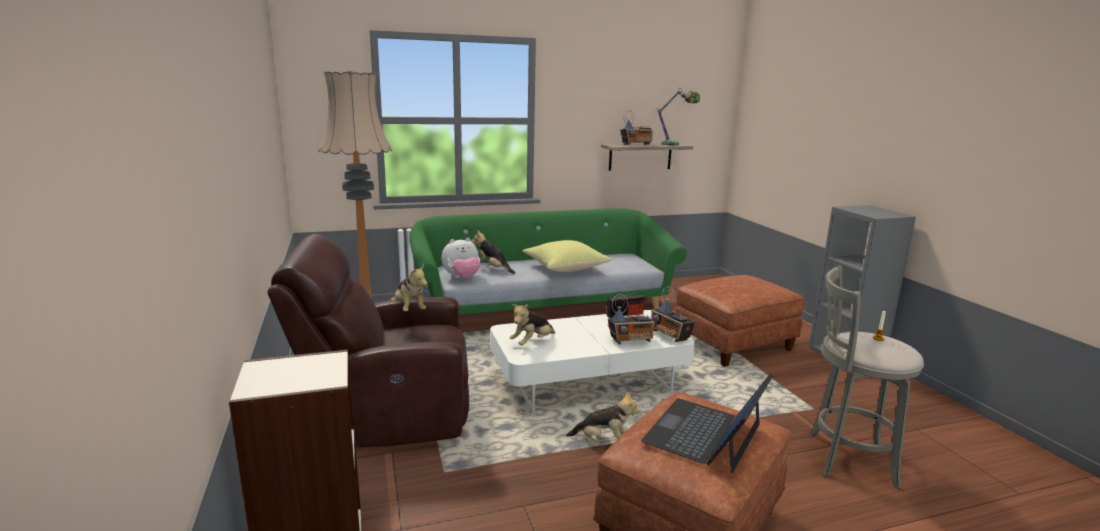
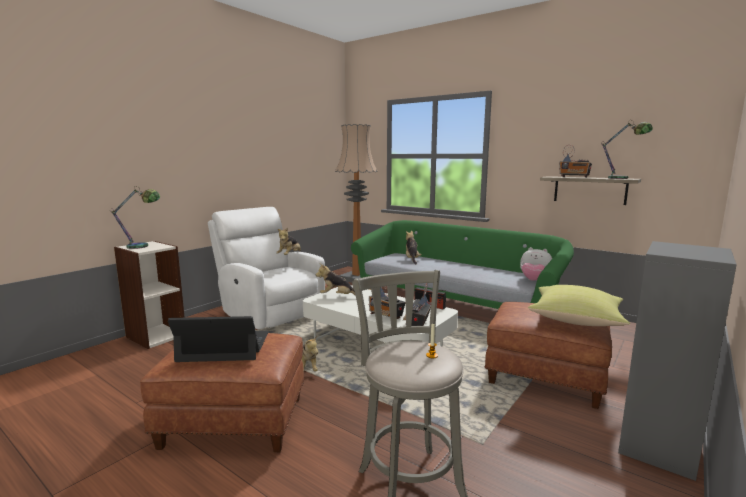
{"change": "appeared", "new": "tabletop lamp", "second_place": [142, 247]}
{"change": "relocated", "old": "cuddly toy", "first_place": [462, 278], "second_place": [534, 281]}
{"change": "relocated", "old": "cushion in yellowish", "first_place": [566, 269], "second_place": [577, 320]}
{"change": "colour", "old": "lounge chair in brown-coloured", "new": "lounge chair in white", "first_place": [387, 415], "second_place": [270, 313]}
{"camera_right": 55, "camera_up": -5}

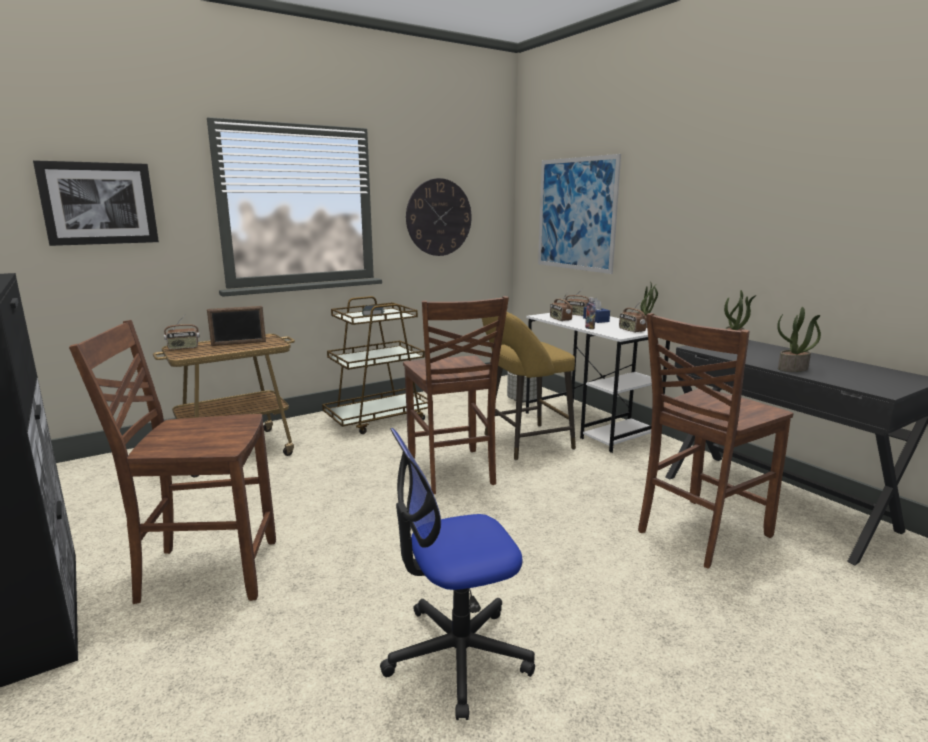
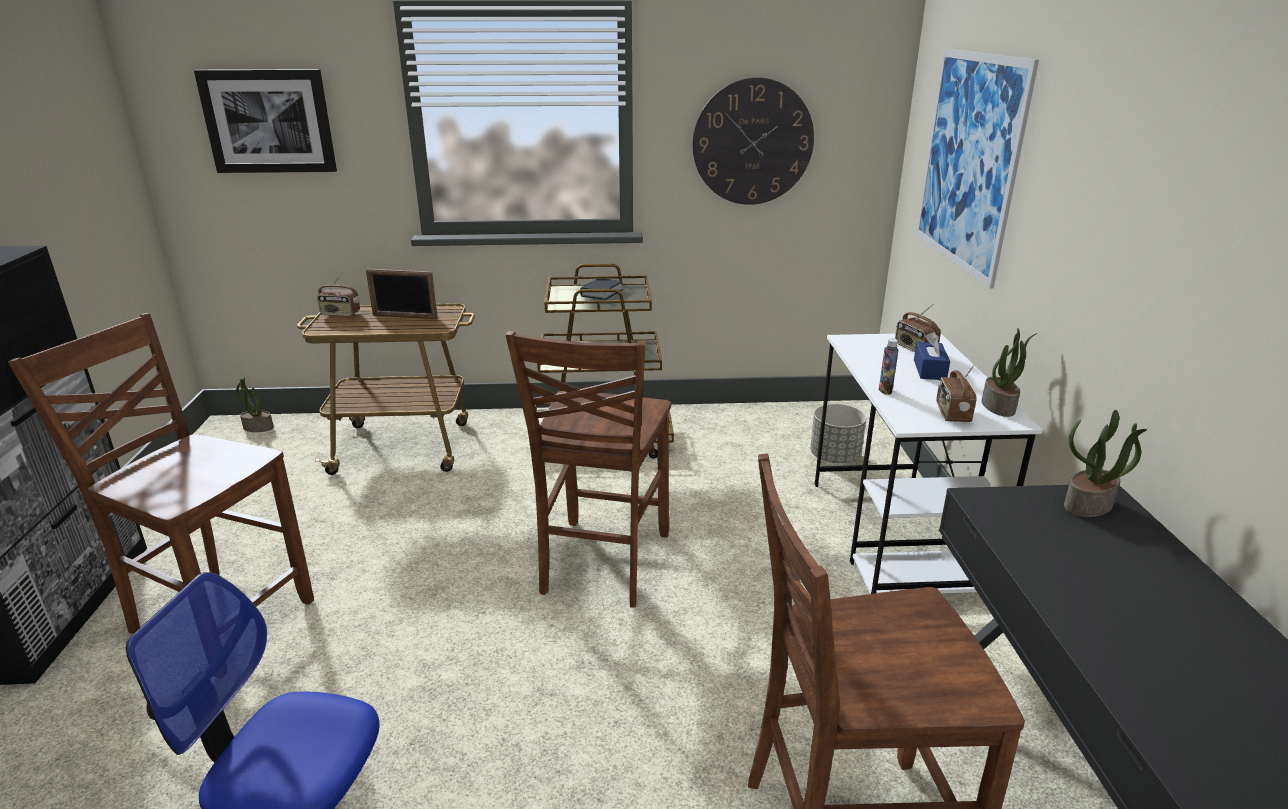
{"change": "missing", "old": "stool in yellowish", "first_place": [523, 443]}
{"change": "missing", "old": "radio", "first_place": [560, 319]}
{"change": "relocated", "old": "plant in a pot", "first_place": [793, 368], "second_place": [257, 428]}
{"camera_right": 30, "camera_up": 10}

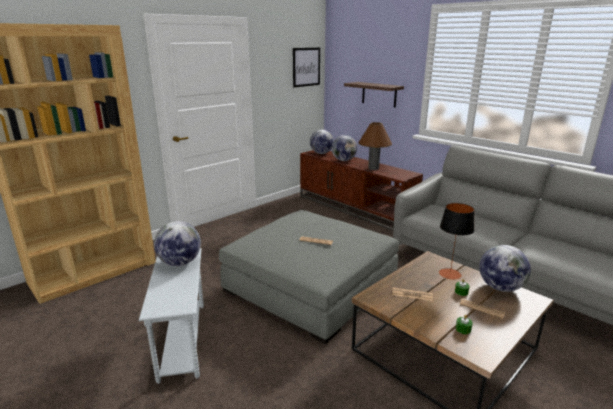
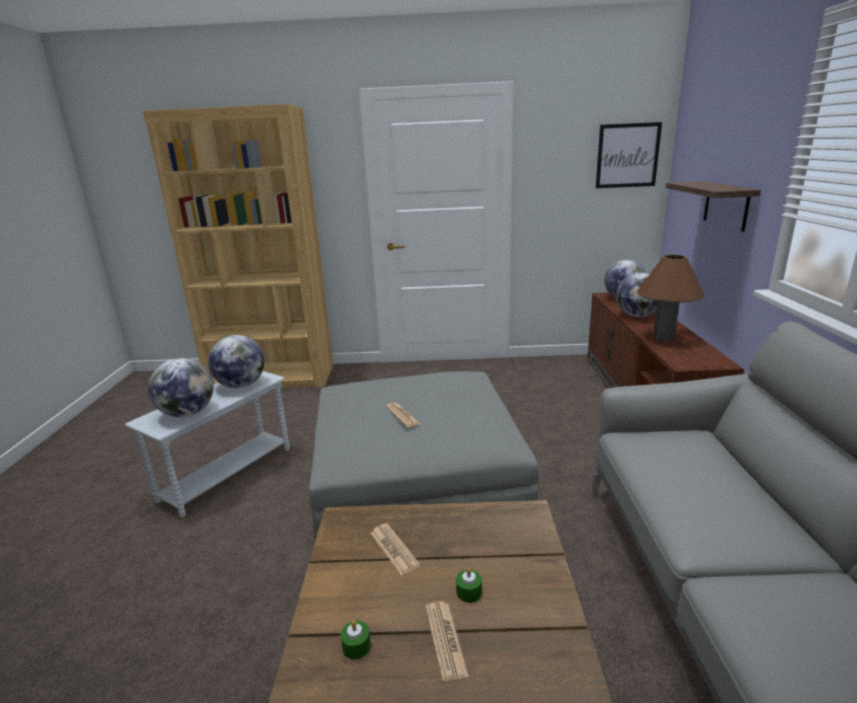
{"change": "missing", "old": "tabletop lamp", "first_place": [450, 274]}
{"change": "relocated", "old": "world globe", "first_place": [500, 287], "second_place": [187, 413]}
{"camera_right": 45, "camera_up": 0}

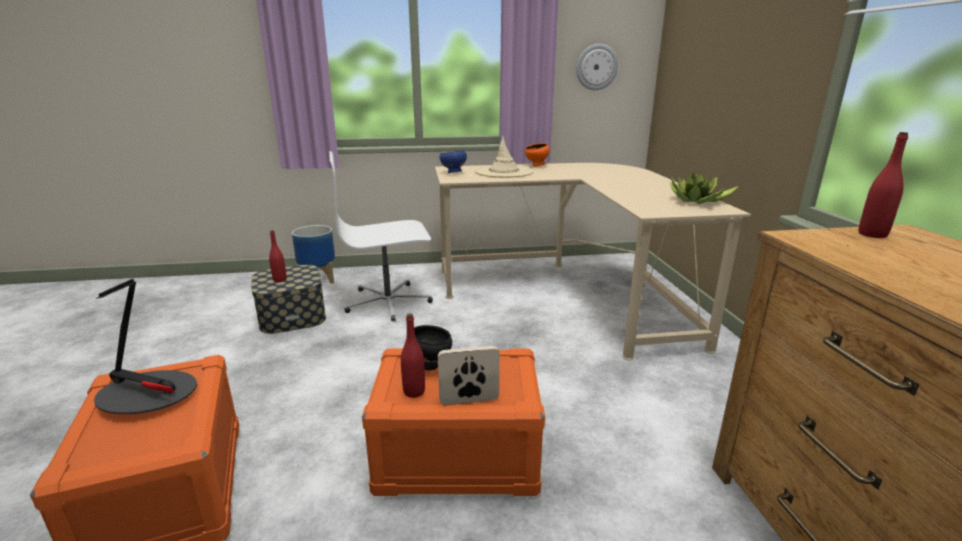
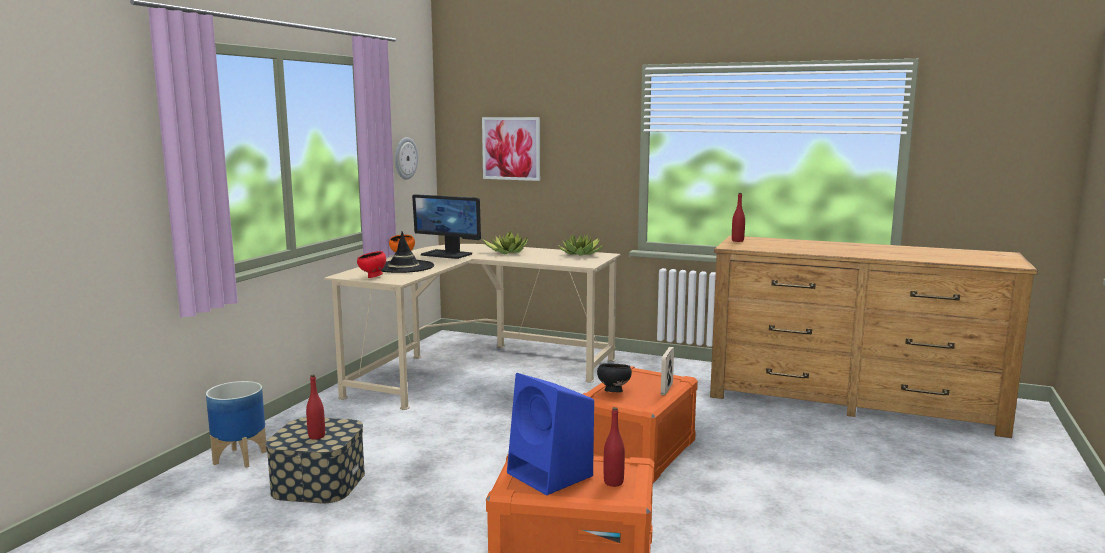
{"change": "missing", "old": "office chair in white", "first_place": [388, 302]}
{"change": "appeared", "new": "computer screen", "second_place": [447, 254]}
{"change": "appeared", "new": "wall picture", "second_place": [511, 148]}
{"change": "appeared", "new": "plant in a pot", "second_place": [508, 252]}
{"change": "relocated", "old": "bottle in reddish", "first_place": [414, 392], "second_place": [613, 482]}
{"change": "exchanged", "old": "tabletop lamp", "new": "loudspeaker in blue", "first_place": [148, 395], "second_place": [552, 475]}
{"change": "colour", "old": "serving bowl in blue", "new": "serving bowl in reddish", "first_place": [453, 173], "second_place": [372, 277]}
{"change": "colour", "old": "hat in sand-coloured", "new": "hat in blackish", "first_place": [504, 172], "second_place": [404, 267]}
{"camera_right": -60, "camera_up": -10}

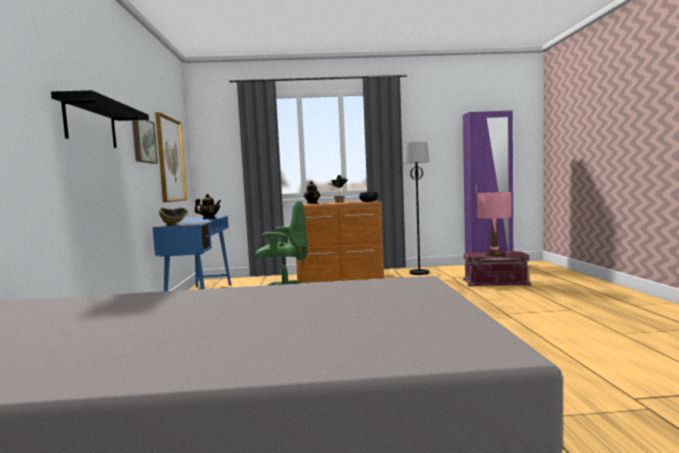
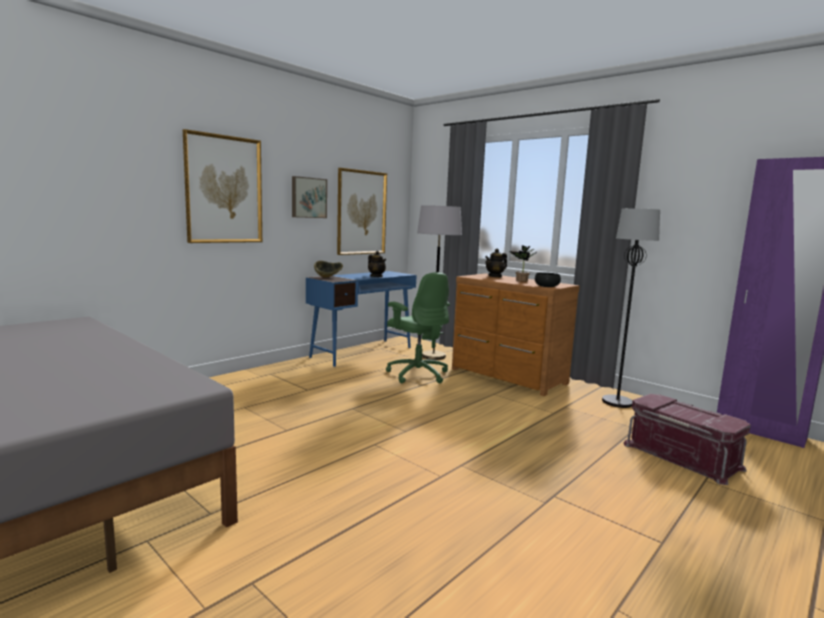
{"change": "missing", "old": "tabletop lamp in pinkish", "first_place": [494, 253]}
{"change": "appeared", "new": "standard lamp in greyish", "second_place": [433, 356]}
{"change": "exchanged", "old": "wall shelf in blackish", "new": "wall picture", "first_place": [91, 124], "second_place": [224, 189]}
{"camera_right": 45, "camera_up": 5}

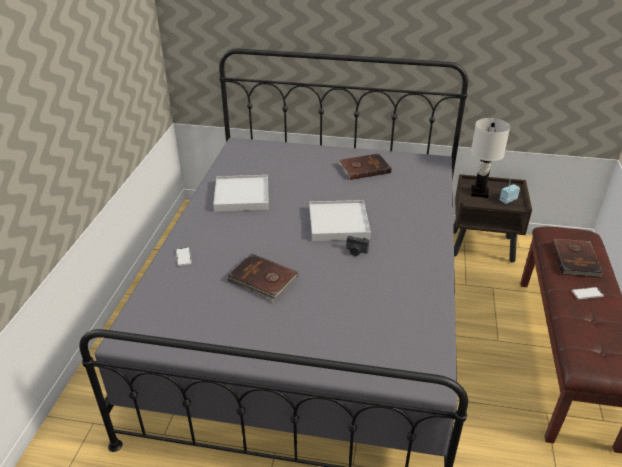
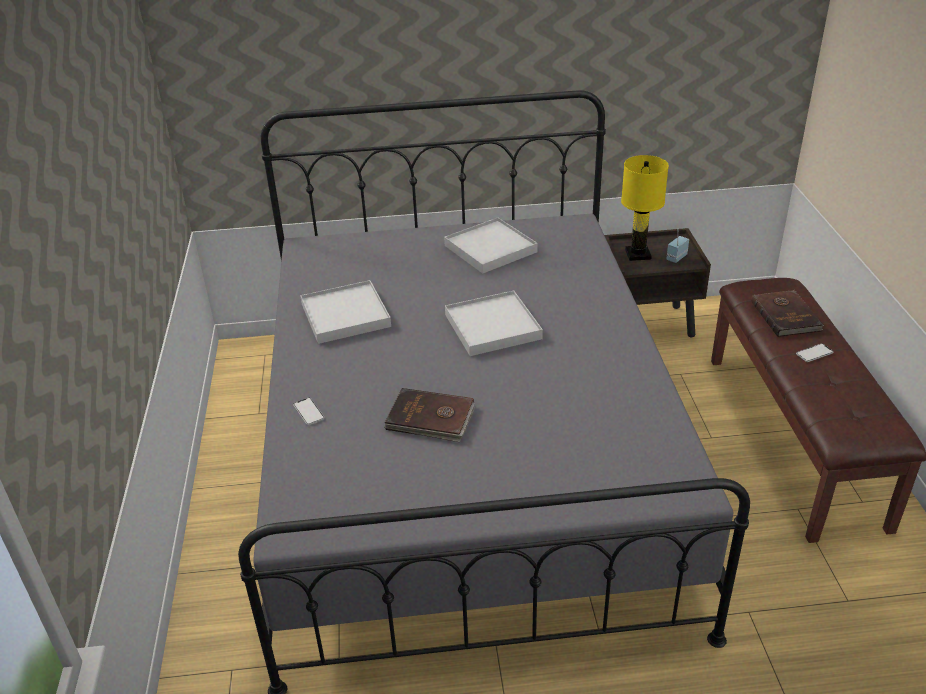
{"change": "missing", "old": "photo camera", "first_place": [356, 252]}
{"change": "exchanged", "old": "volume in brown-coloured", "new": "carrying tray in white", "first_place": [363, 168], "second_place": [490, 249]}
{"change": "colour", "old": "tabletop lamp in white", "new": "tabletop lamp in yellowish", "first_place": [479, 192], "second_place": [638, 254]}
{"camera_right": -15, "camera_up": 0}

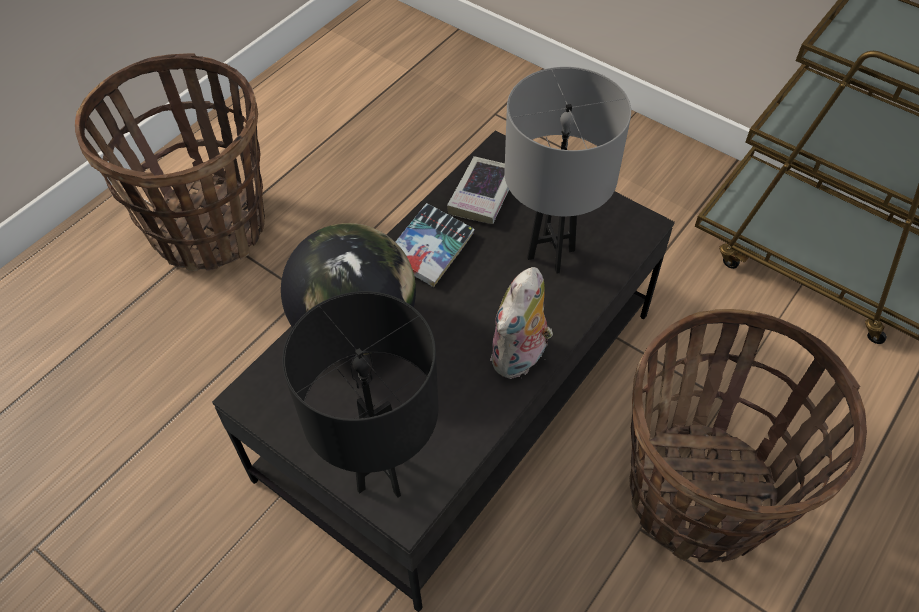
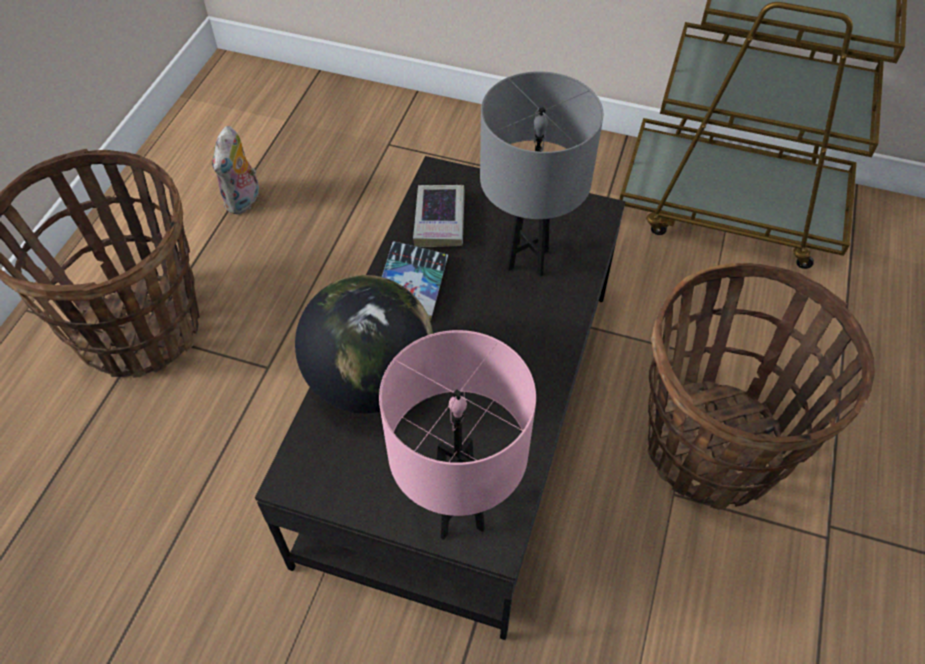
{"change": "relocated", "old": "cuddly toy", "first_place": [520, 358], "second_place": [244, 201]}
{"change": "colour", "old": "tabletop lamp in blackish", "new": "tabletop lamp in pinkish", "first_place": [382, 474], "second_place": [458, 514]}
{"camera_right": -20, "camera_up": 0}

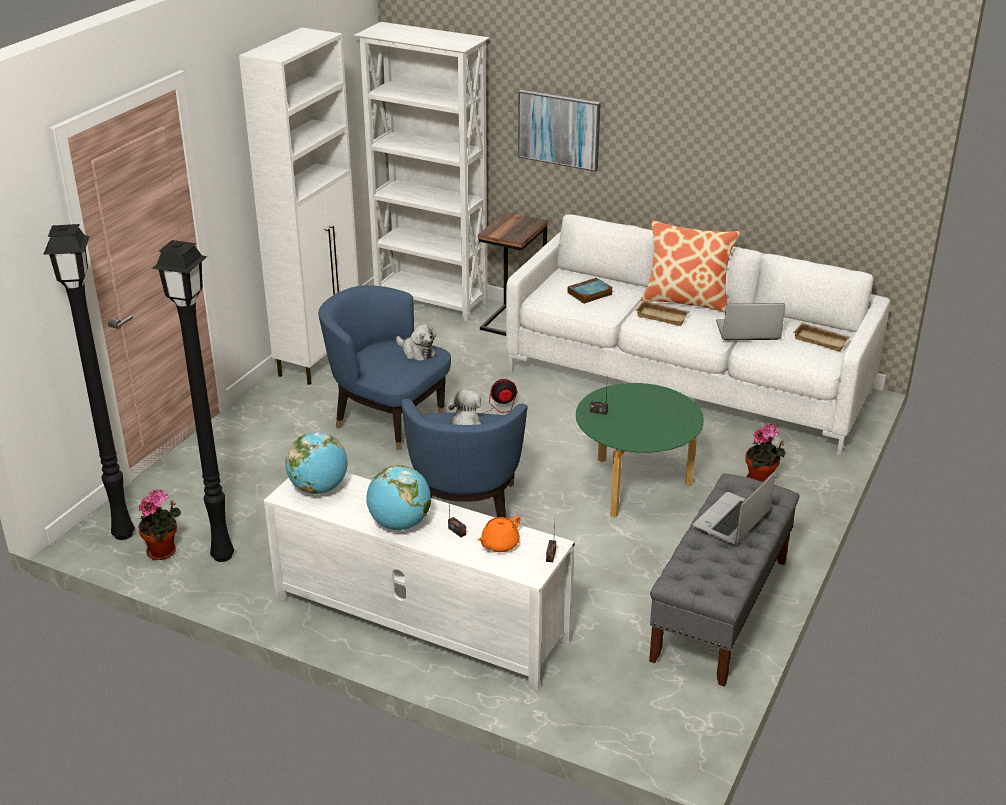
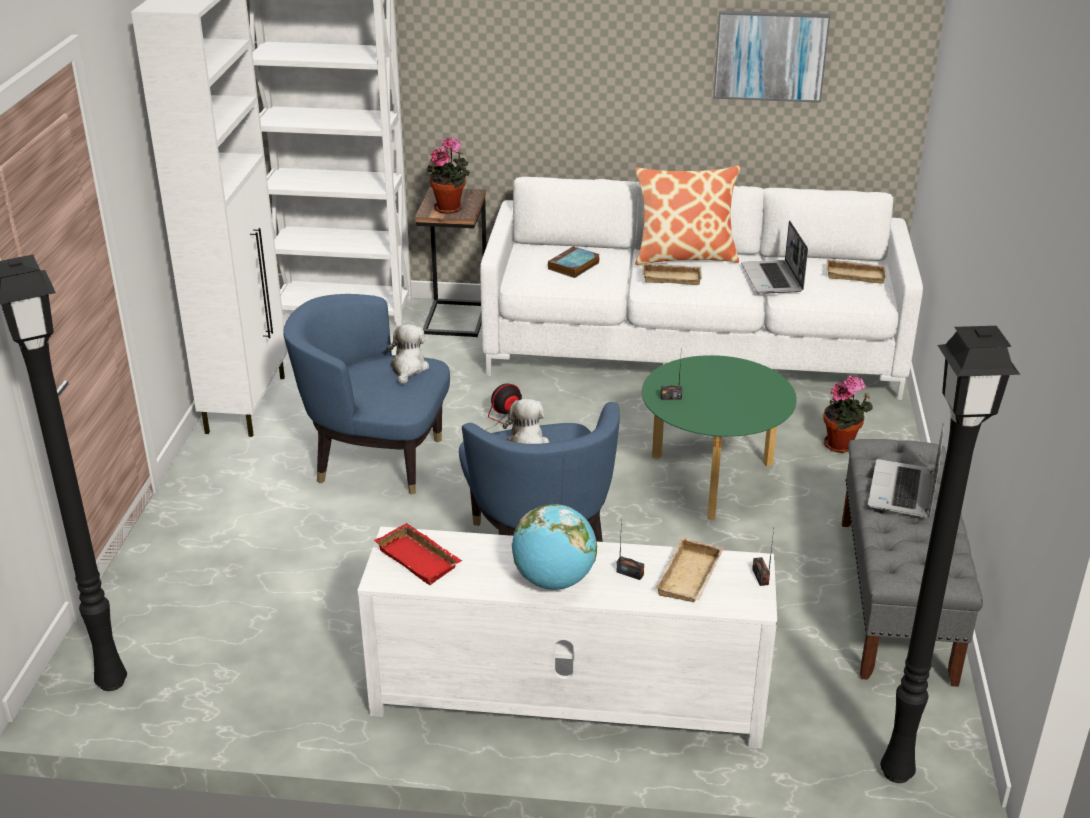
{"change": "relocated", "old": "plant in a pot", "first_place": [164, 551], "second_place": [450, 208]}
{"change": "relocated", "old": "standard lamp in blackish", "first_place": [223, 557], "second_place": [899, 774]}
{"change": "relocated", "old": "wall picture", "first_place": [559, 129], "second_place": [770, 56]}
{"change": "exchanged", "old": "world globe", "new": "carrying tray in reddish", "first_place": [319, 488], "second_place": [420, 559]}
{"change": "exchanged", "old": "pot for tea in orangey", "new": "carrying tray in sand-coloured", "first_place": [499, 544], "second_place": [691, 578]}
{"change": "spun", "old": "cuddly toy", "first_place": [416, 352], "second_place": [408, 368], "degrees": -105}
{"change": "spun", "old": "laptop", "first_place": [747, 332], "second_place": [773, 279], "degrees": -75}
{"camera_right": -20, "camera_up": 0}

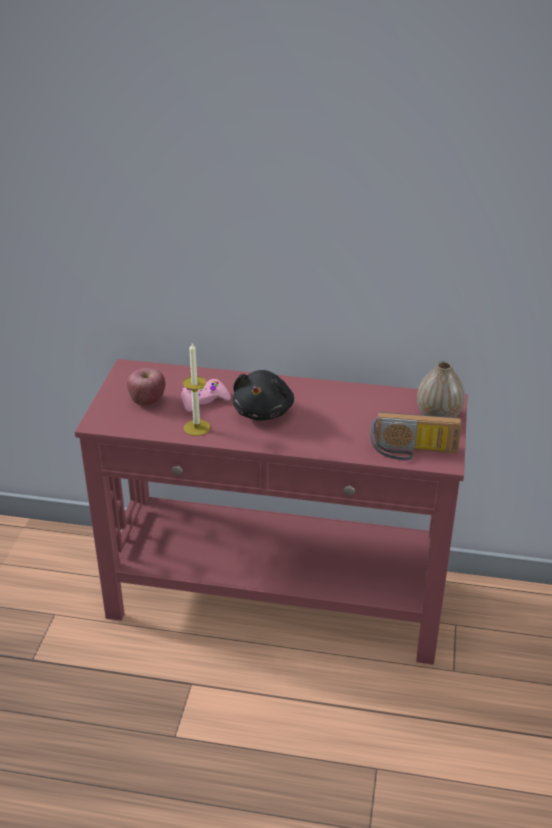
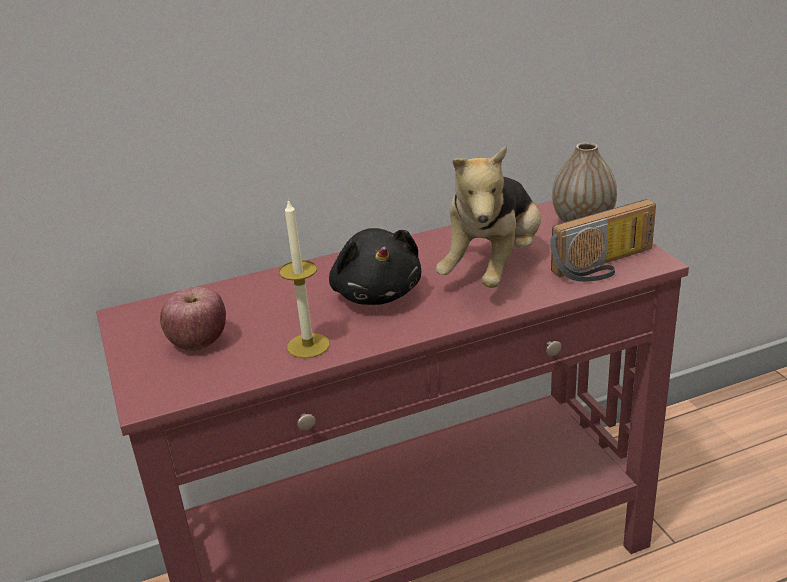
{"change": "missing", "old": "gamepad in pinkish", "first_place": [204, 400]}
{"change": "appeared", "new": "cuddly toy", "second_place": [493, 268]}
{"camera_right": -30, "camera_up": -5}

